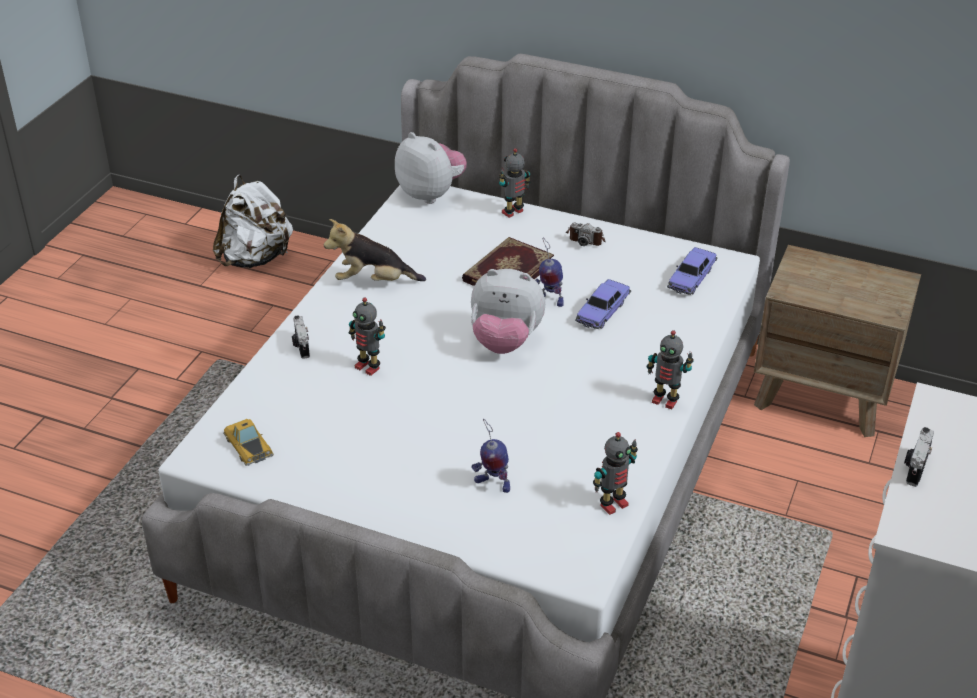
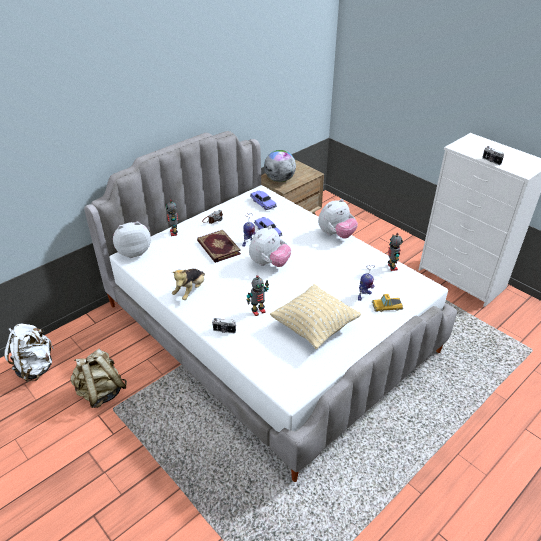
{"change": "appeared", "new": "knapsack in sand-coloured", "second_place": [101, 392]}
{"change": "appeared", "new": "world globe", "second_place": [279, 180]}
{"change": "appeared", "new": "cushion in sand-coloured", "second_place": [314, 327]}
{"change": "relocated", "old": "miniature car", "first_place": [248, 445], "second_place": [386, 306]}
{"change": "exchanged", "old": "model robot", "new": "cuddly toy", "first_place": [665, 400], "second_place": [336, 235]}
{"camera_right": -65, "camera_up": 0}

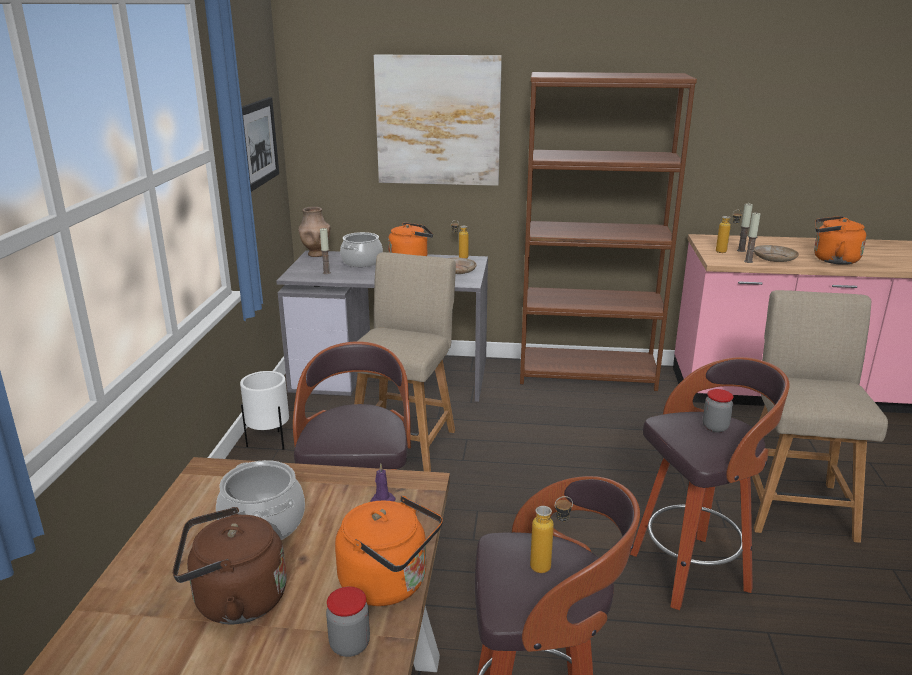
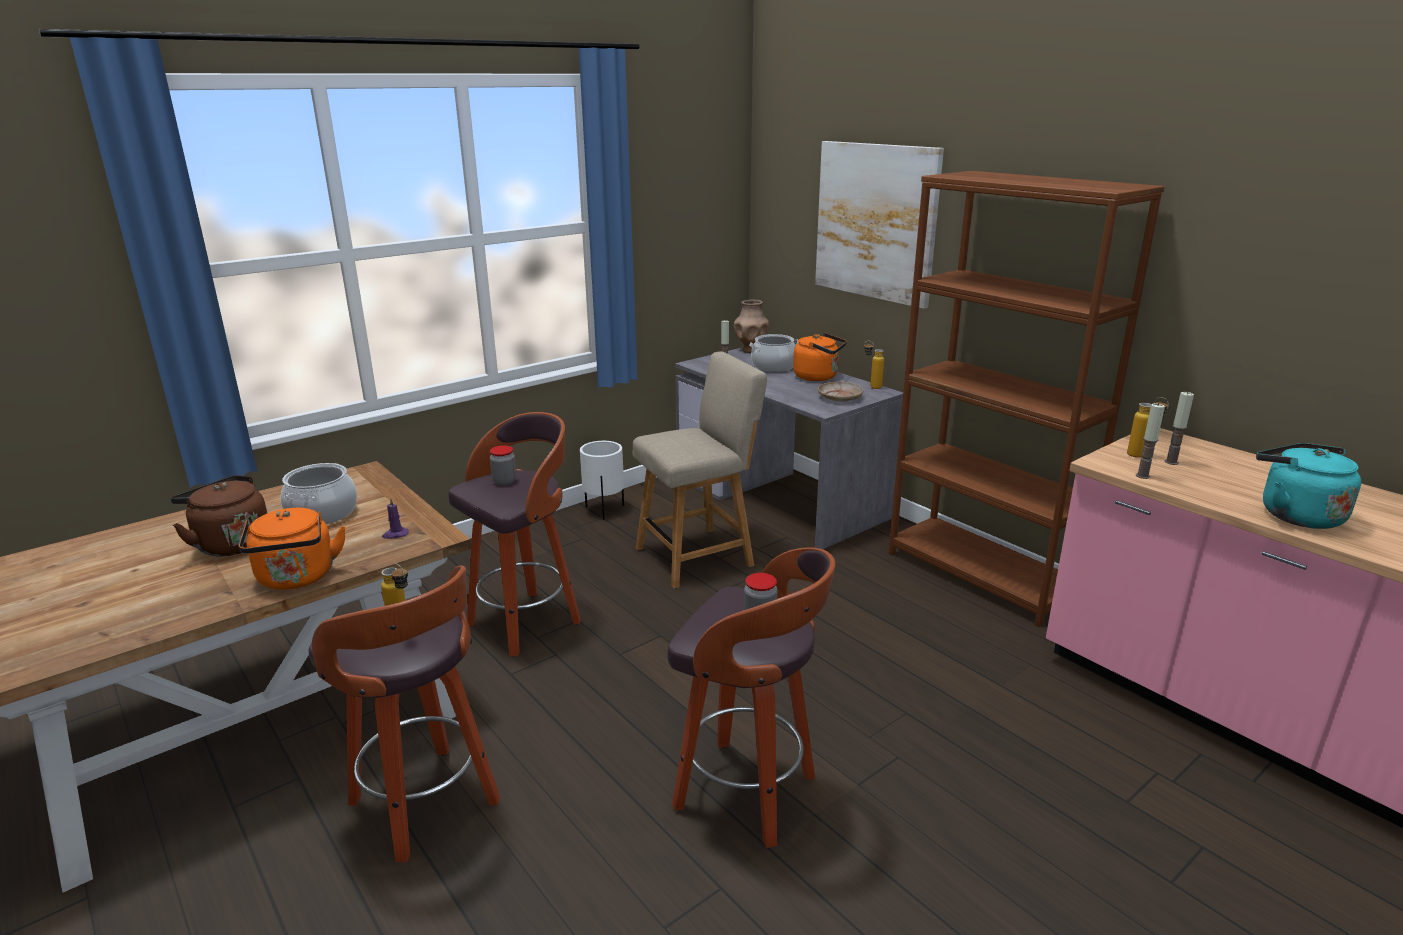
{"change": "missing", "old": "wall picture", "first_place": [257, 143]}
{"change": "missing", "old": "upright chair in sand-coloured", "first_place": [793, 503]}
{"change": "missing", "old": "flat dish in sand-coloured", "first_place": [774, 259]}
{"change": "relocated", "old": "preserve jar", "first_place": [349, 645], "second_place": [504, 481]}
{"change": "colour", "old": "kettle in orangey", "new": "kettle in turquoise", "first_place": [832, 260], "second_place": [1295, 514]}
{"camera_right": 45, "camera_up": 0}

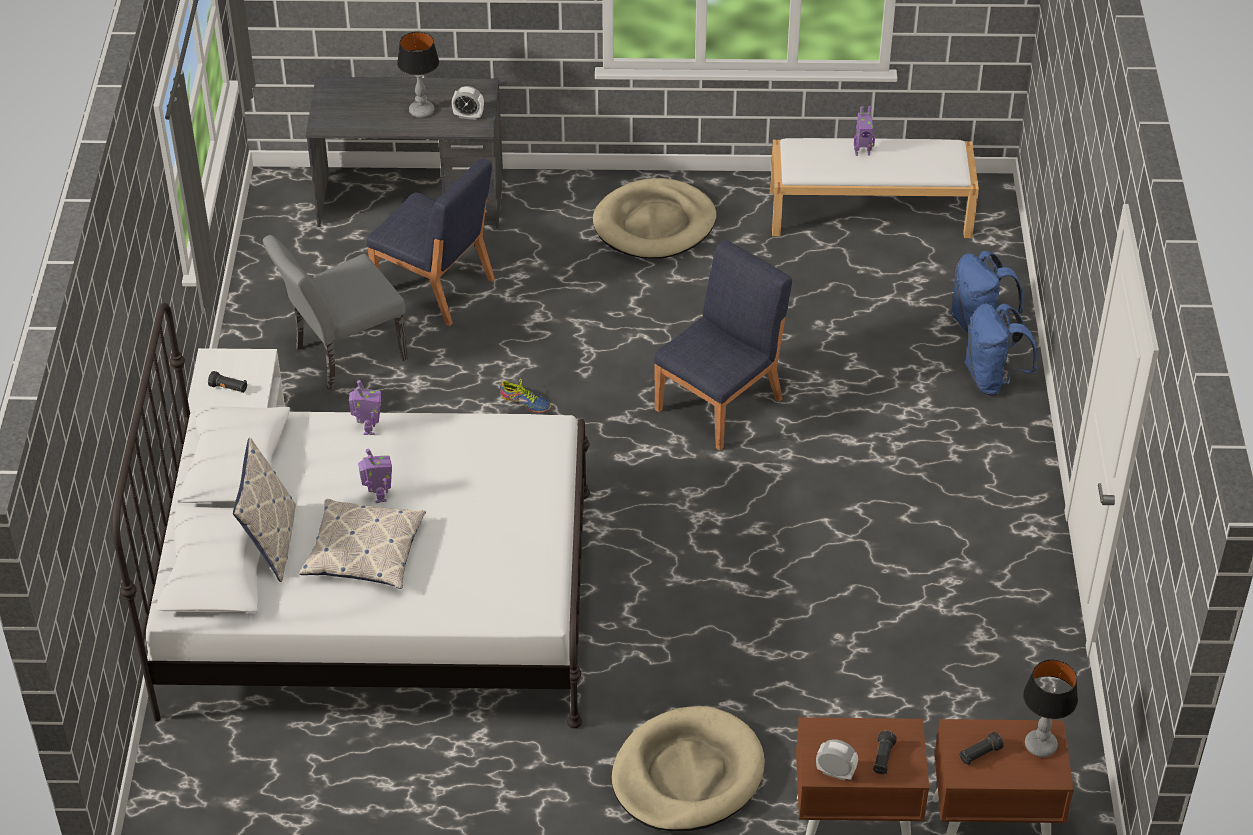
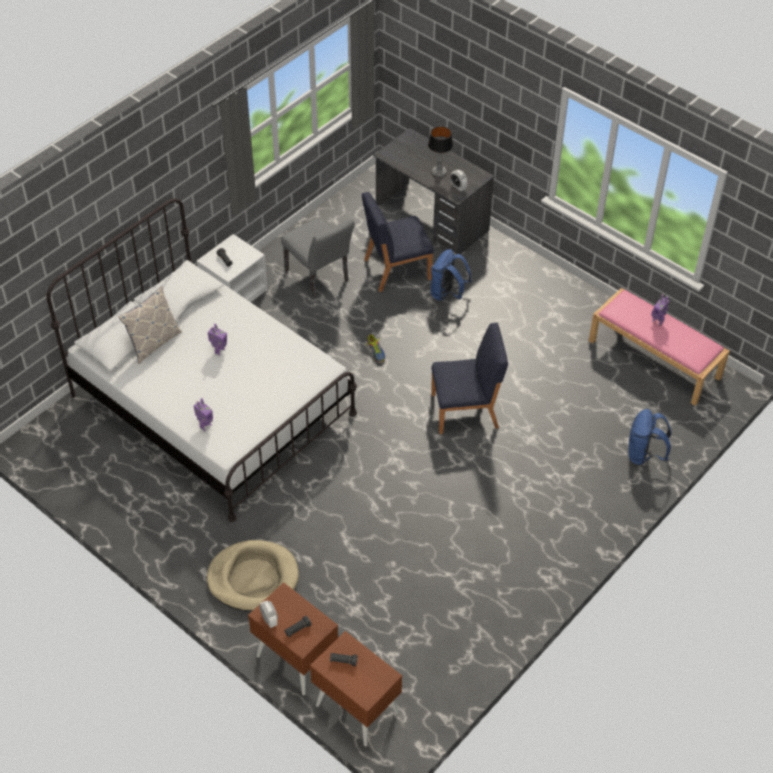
{"change": "missing", "old": "cushion", "first_place": [364, 552]}
{"change": "missing", "old": "pet bed in sand-coloured", "first_place": [654, 224]}
{"change": "missing", "old": "tabletop lamp", "first_place": [1040, 745]}
{"change": "relocated", "old": "model robot", "first_place": [368, 429], "second_place": [205, 426]}
{"change": "relocated", "old": "knapsack in blue", "first_place": [993, 379], "second_place": [447, 294]}
{"change": "colour", "old": "long seat in white", "new": "long seat in pinkish", "first_place": [871, 212], "second_place": [655, 359]}
{"change": "spun", "old": "upright chair in greyish", "first_place": [342, 356], "second_place": [319, 278], "degrees": -135}
{"change": "spun", "old": "upright chair in blue", "first_place": [435, 287], "second_place": [396, 269], "degrees": 90}
{"camera_right": 40, "camera_up": 5}

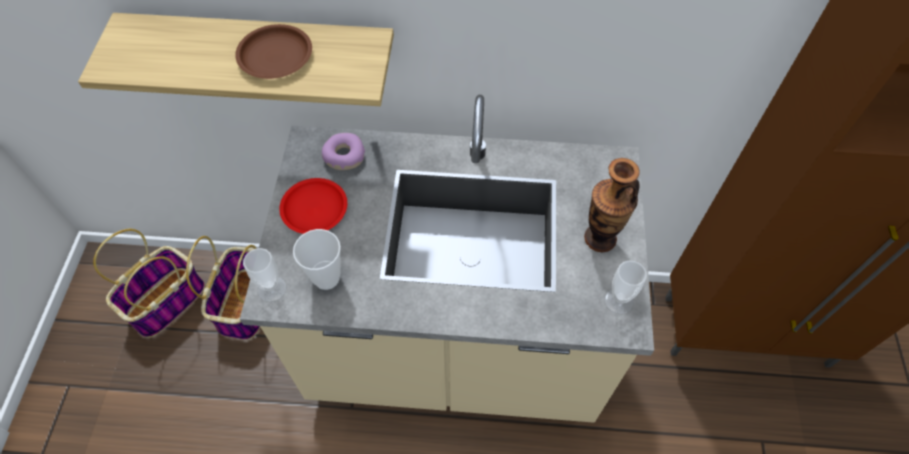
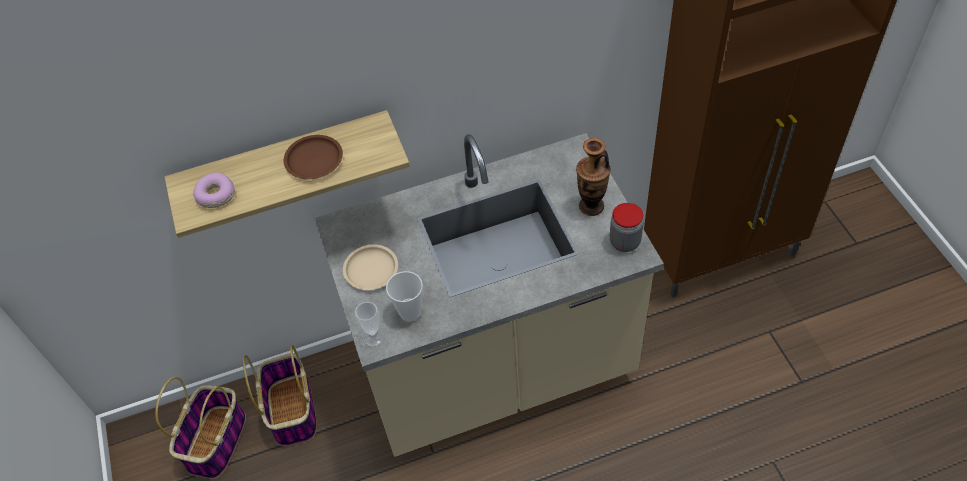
{"change": "relocated", "old": "ring doughnut", "first_place": [344, 156], "second_place": [215, 195]}
{"change": "exchanged", "old": "drinking cup", "new": "preserve jar", "first_place": [618, 301], "second_place": [625, 242]}
{"change": "colour", "old": "flat dish in reddish", "new": "flat dish in sand-coloured", "first_place": [314, 209], "second_place": [370, 270]}
{"camera_right": -20, "camera_up": -5}

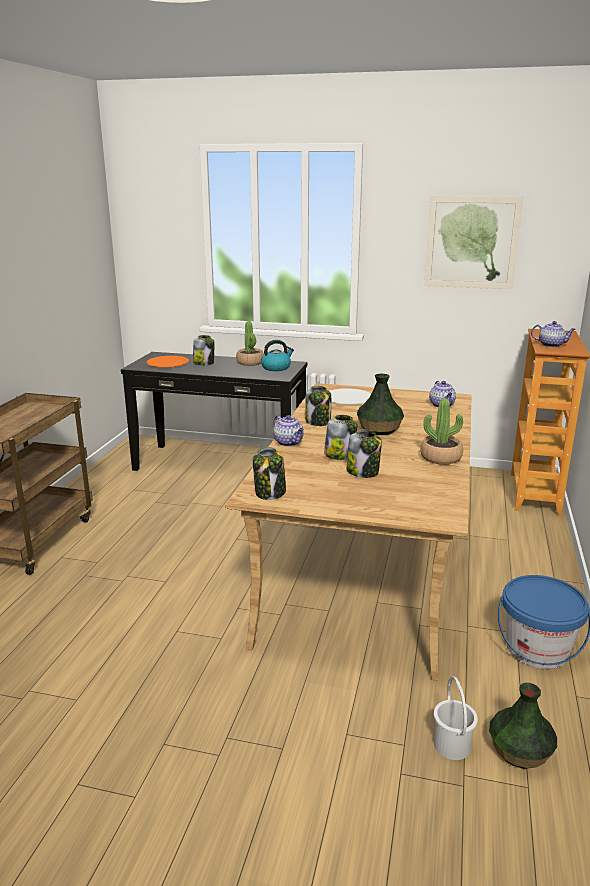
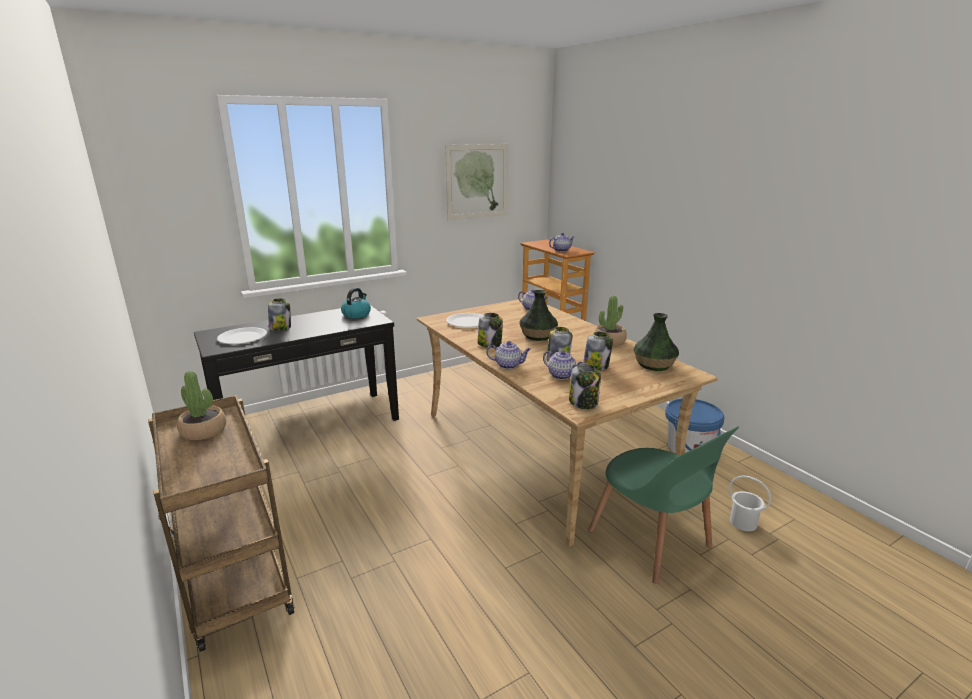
{"change": "appeared", "new": "pot for tea", "second_place": [562, 375]}
{"change": "appeared", "new": "upright chair in green-coloured", "second_place": [653, 542]}
{"change": "relocated", "old": "plant in a pot", "first_place": [250, 362], "second_place": [204, 431]}
{"change": "relocated", "old": "decorative vase", "first_place": [519, 752], "second_place": [654, 365]}
{"change": "colour", "old": "flat dish in orangey", "new": "flat dish in white", "first_place": [167, 363], "second_place": [242, 337]}
{"camera_right": -45, "camera_up": 0}

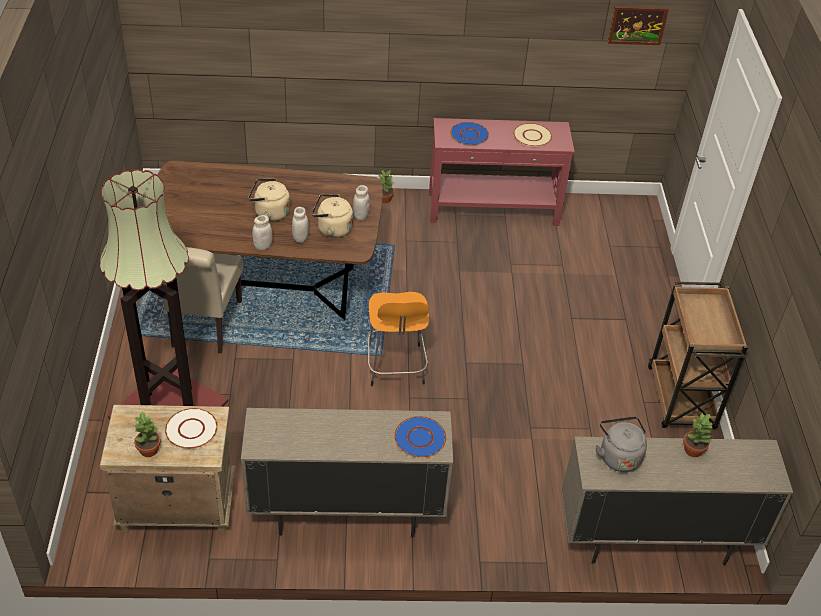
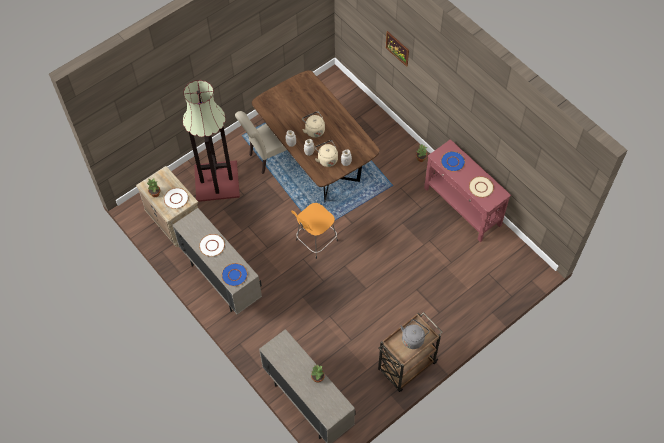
{"change": "appeared", "new": "flat dish in white", "second_place": [212, 246]}
{"change": "relocated", "old": "kettle in greyish", "first_place": [618, 456], "second_place": [413, 338]}
{"change": "relocated", "old": "wall picture", "first_place": [637, 25], "second_place": [397, 48]}
{"camera_right": 55, "camera_up": 15}

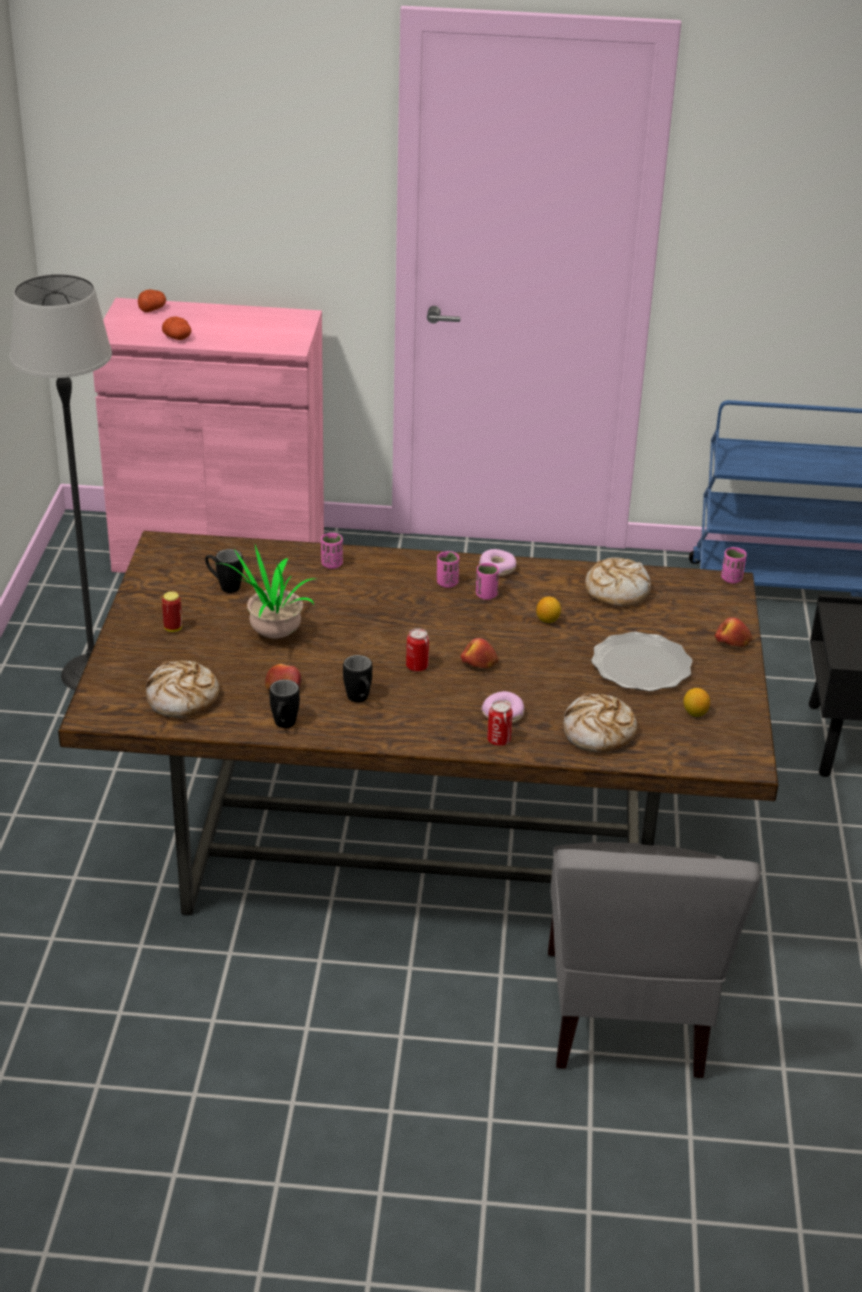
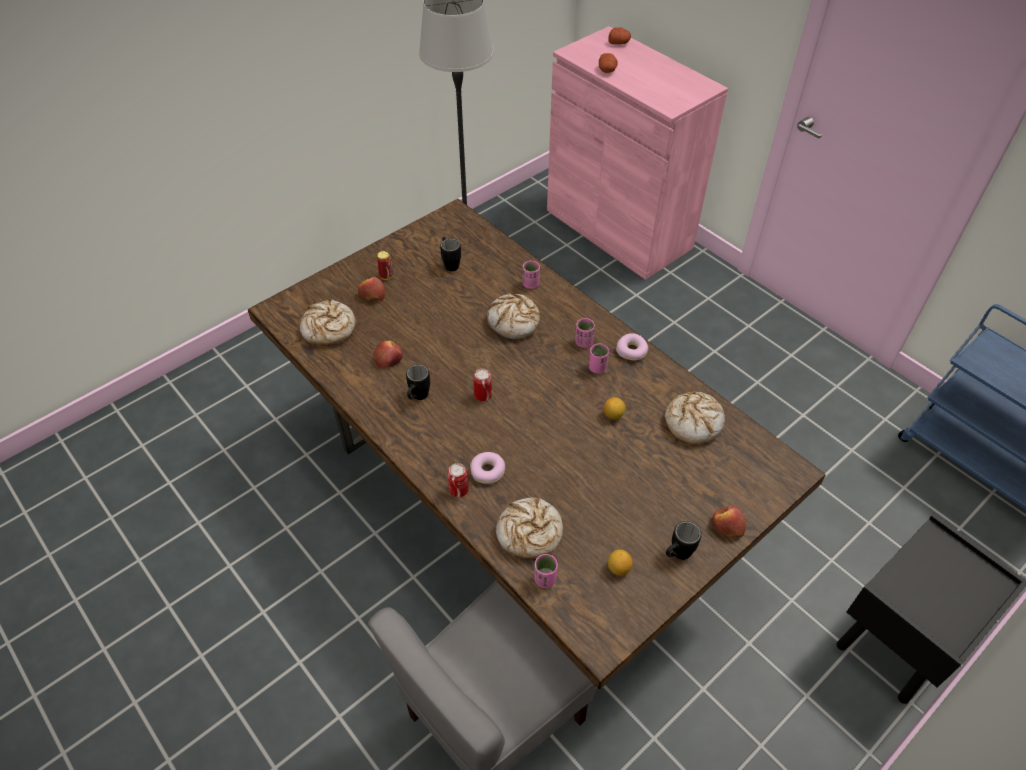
{"change": "missing", "old": "plant in a pot", "first_place": [271, 635]}
{"change": "missing", "old": "flat dish", "first_place": [641, 666]}
{"change": "appeared", "new": "baked bread", "second_place": [514, 322]}
{"change": "relocated", "old": "mug in blackish", "first_place": [283, 726], "second_place": [677, 555]}
{"change": "relocated", "old": "whole apple", "first_place": [478, 663], "second_place": [372, 294]}
{"change": "relocated", "old": "drinking cup in pinkish", "first_place": [731, 579], "second_place": [545, 579]}
{"camera_right": 45, "camera_up": 15}

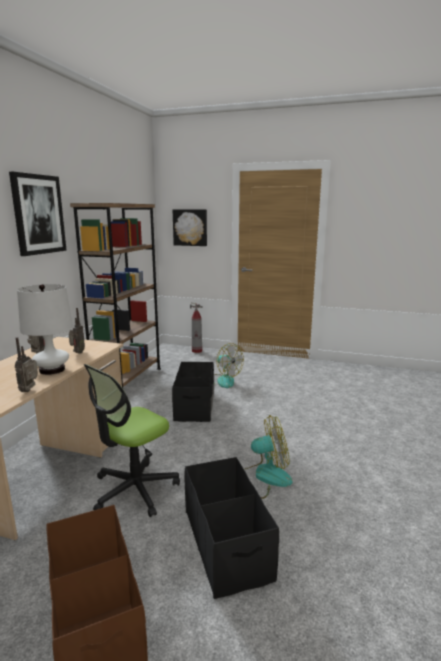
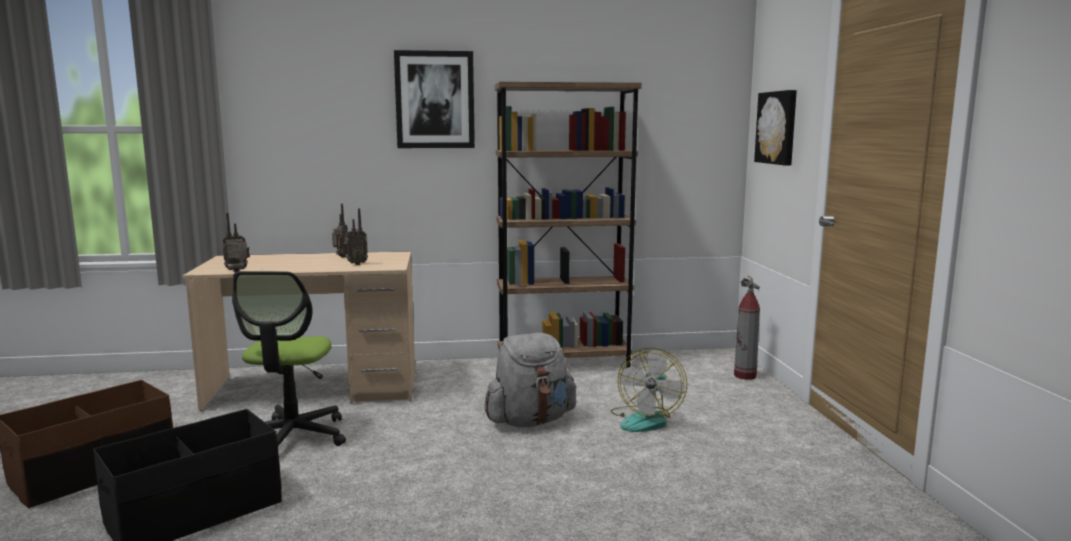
{"change": "missing", "old": "tabletop lamp in white", "first_place": [52, 370]}
{"change": "missing", "old": "cooling fan", "first_place": [264, 477]}
{"change": "exchanged", "old": "storage container in blackish", "new": "knapsack in greyish", "first_place": [195, 405], "second_place": [530, 421]}
{"change": "spun", "old": "office chair", "first_place": [134, 489], "second_place": [292, 437], "degrees": -105}
{"camera_right": 65, "camera_up": -5}

